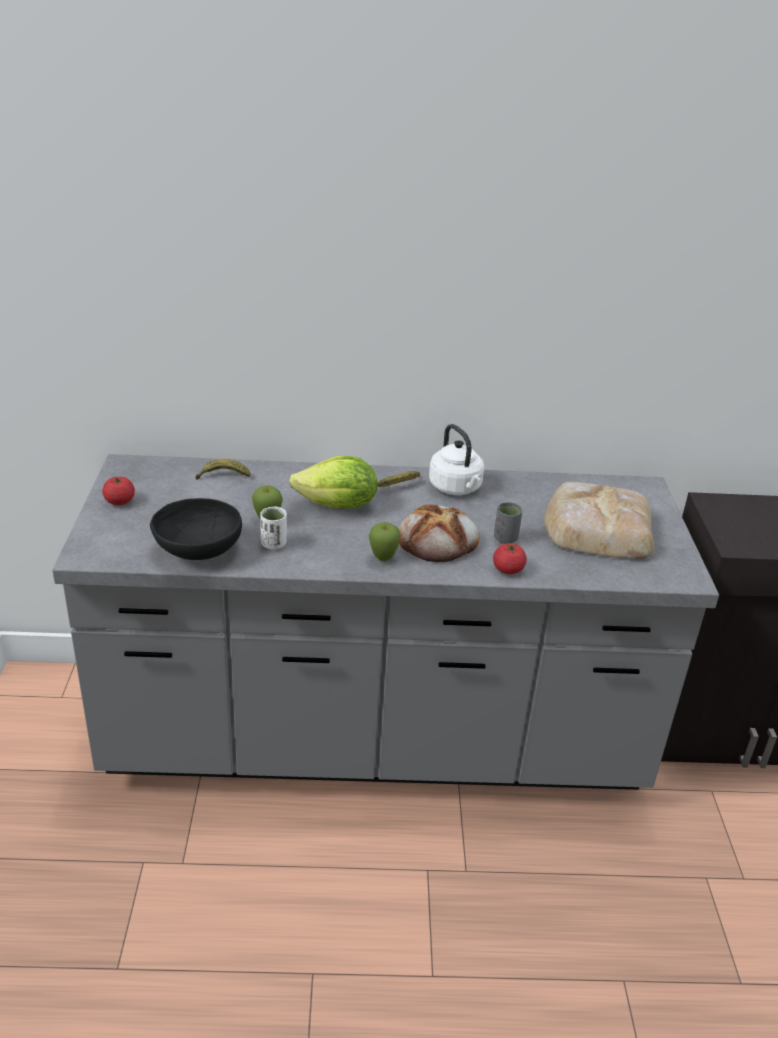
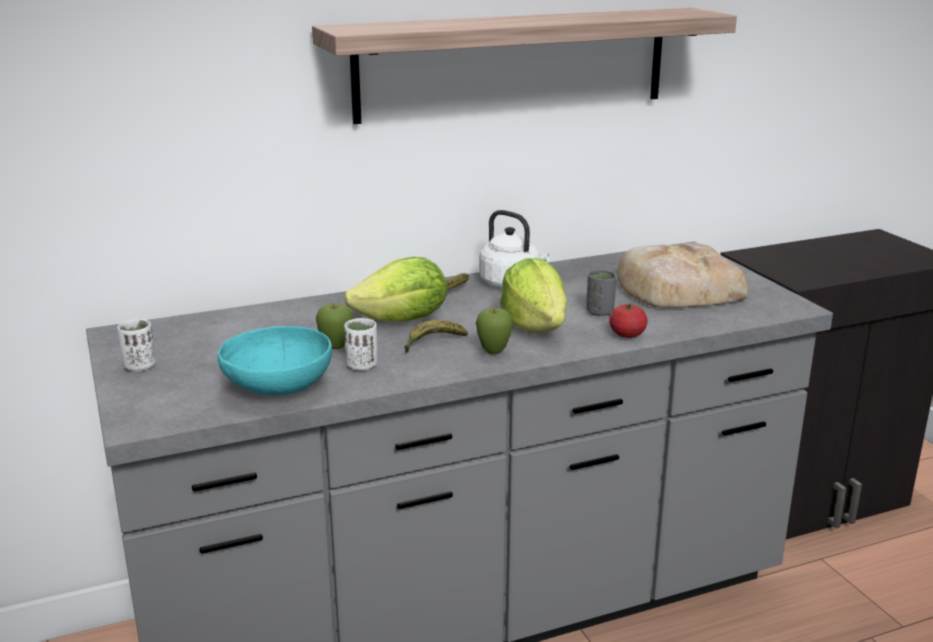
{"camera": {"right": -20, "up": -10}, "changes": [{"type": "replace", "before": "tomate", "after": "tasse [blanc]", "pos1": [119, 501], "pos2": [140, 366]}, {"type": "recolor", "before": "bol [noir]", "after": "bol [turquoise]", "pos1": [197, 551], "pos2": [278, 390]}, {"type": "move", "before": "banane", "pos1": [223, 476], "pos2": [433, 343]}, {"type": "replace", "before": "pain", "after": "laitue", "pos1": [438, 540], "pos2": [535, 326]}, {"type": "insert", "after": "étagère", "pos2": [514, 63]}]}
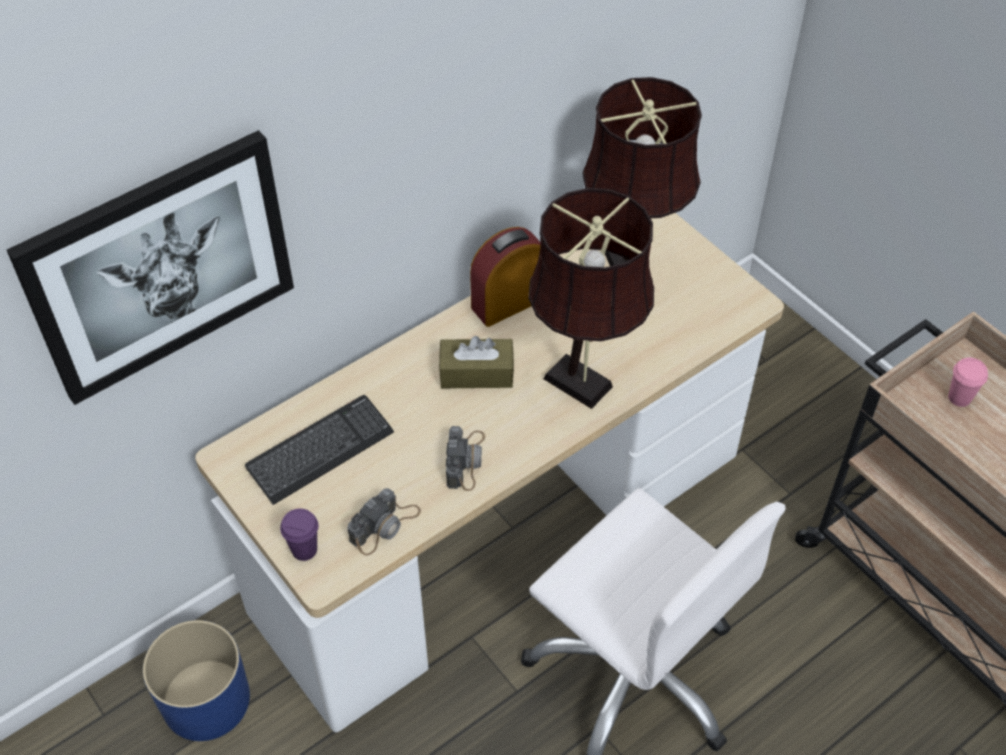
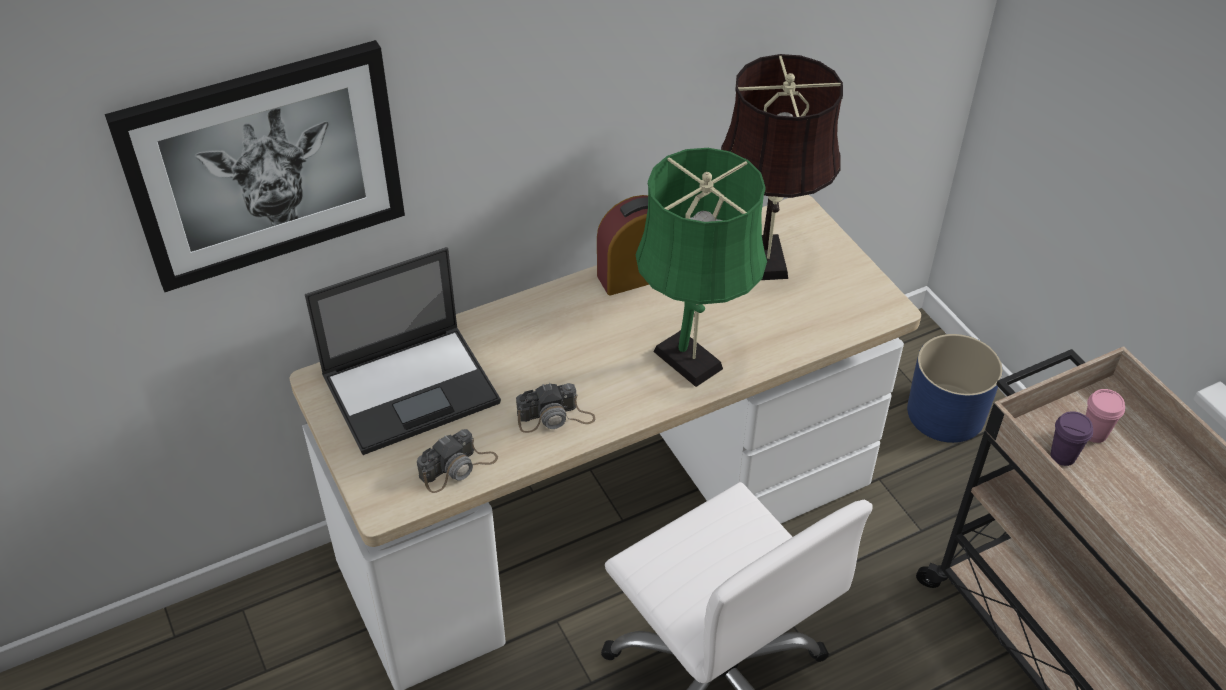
{"camera": {"right": 10, "up": -5}, "changes": [{"type": "move", "before": "cache-pot [bleu]", "pos1": [206, 699], "pos2": [946, 412]}, {"type": "replace", "before": "clavier", "after": "ordinateur portable", "pos1": [320, 451], "pos2": [412, 388]}, {"type": "move", "before": "tasse [violet]", "pos1": [304, 550], "pos2": [1063, 456]}, {"type": "delete", "before": "boîte à mouchoirs [marron]", "pos1": [476, 373]}, {"type": "rotate", "before": "appareil photo", "pos1": [465, 460], "pos2": [555, 417], "turn": 60}, {"type": "recolor", "before": "lampe de table [marron]", "after": "lampe de table [vert]", "pos1": [583, 386], "pos2": [692, 364]}]}
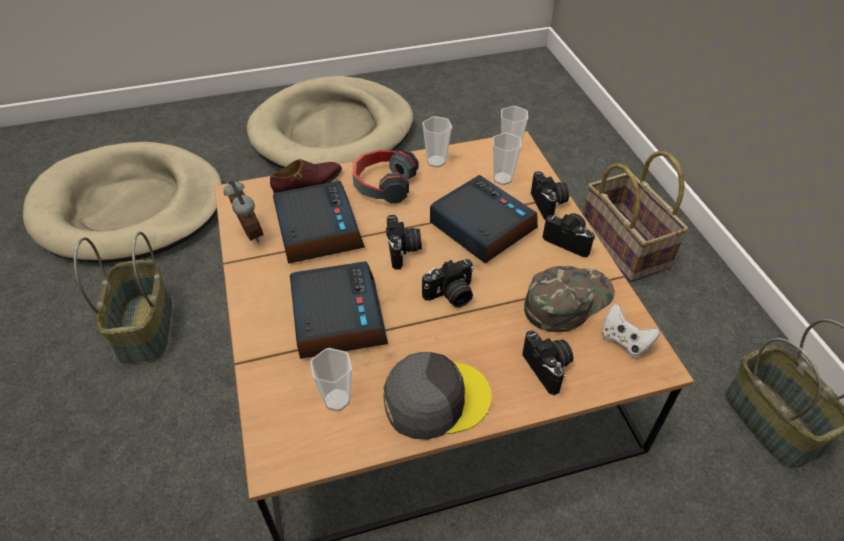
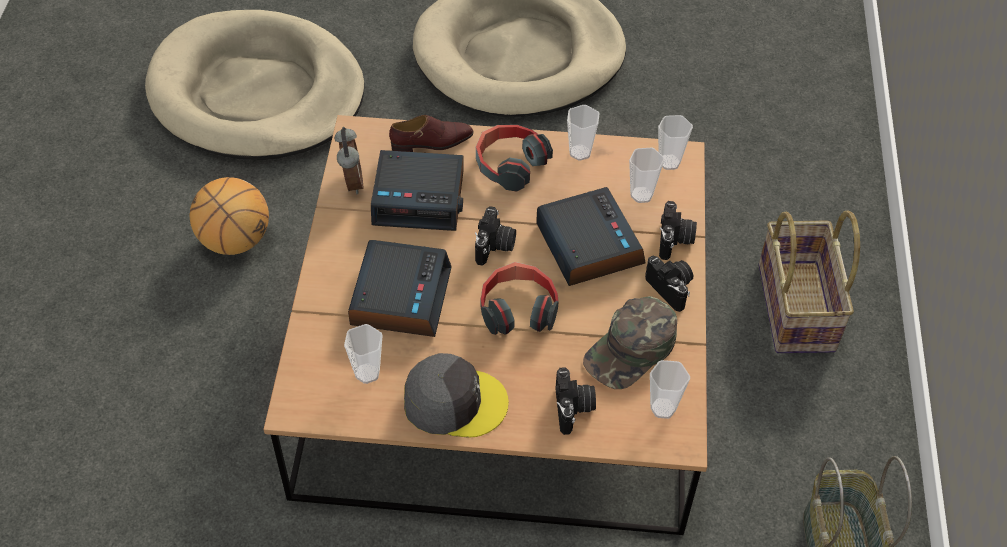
{"camera": {"right": 20, "up": 5}, "changes": [{"type": "replace", "before": "panier", "after": "ballon de basket", "pos1": [147, 328], "pos2": [235, 241]}, {"type": "rotate", "before": "réveil", "pos1": [317, 230], "pos2": [419, 197], "turn": 90}, {"type": "replace", "before": "appareil photo", "after": "casque audio", "pos1": [451, 295], "pos2": [518, 308]}, {"type": "rotate", "before": "casquette [vert]", "pos1": [567, 300], "pos2": [631, 350], "turn": 150}, {"type": "replace", "before": "manette [blanc]", "after": "tasse", "pos1": [624, 341], "pos2": [663, 408]}]}
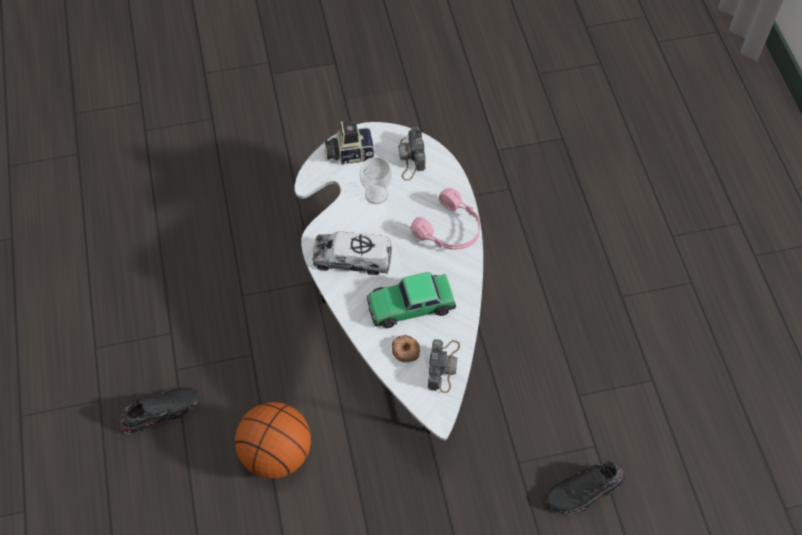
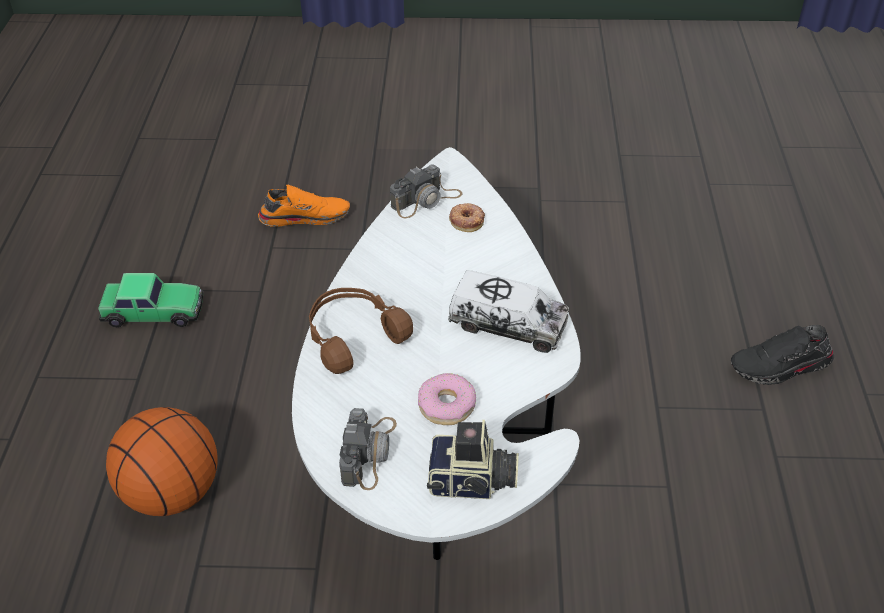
{"camera": {"right": -165, "up": -15}, "changes": [{"type": "move", "before": "ballon de basket", "pos1": [276, 453], "pos2": [173, 493]}, {"type": "replace", "before": "tasse", "after": "beignet", "pos1": [376, 195], "pos2": [446, 405]}, {"type": "move", "before": "petite voiture", "pos1": [410, 305], "pos2": [154, 311]}, {"type": "recolor", "before": "casque audio [rose]", "after": "casque audio [marron]", "pos1": [450, 230], "pos2": [353, 336]}, {"type": "rotate", "before": "appareil photo", "pos1": [443, 365], "pos2": [426, 200], "turn": -150}, {"type": "recolor", "before": "chaussure [noir]", "after": "chaussure [orange]", "pos1": [584, 492], "pos2": [305, 216]}]}
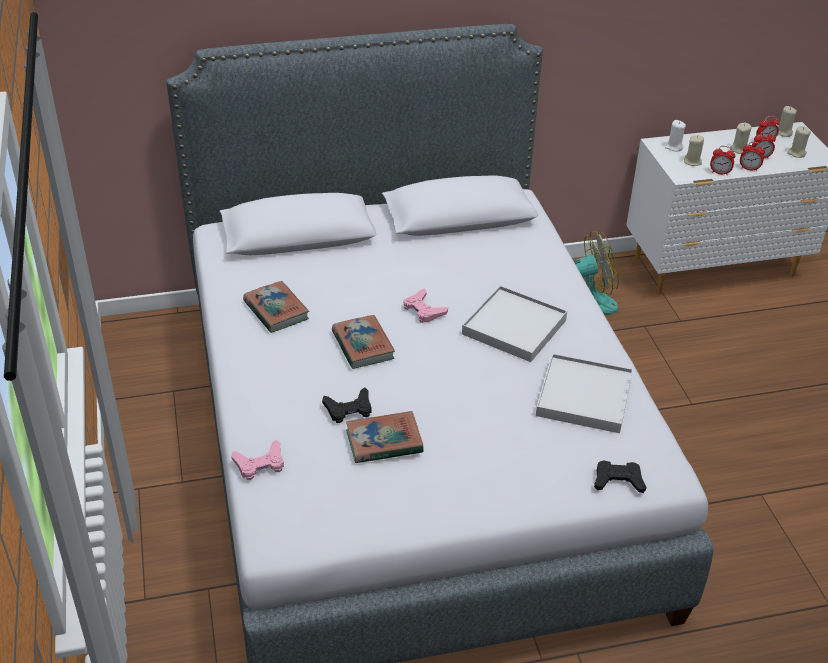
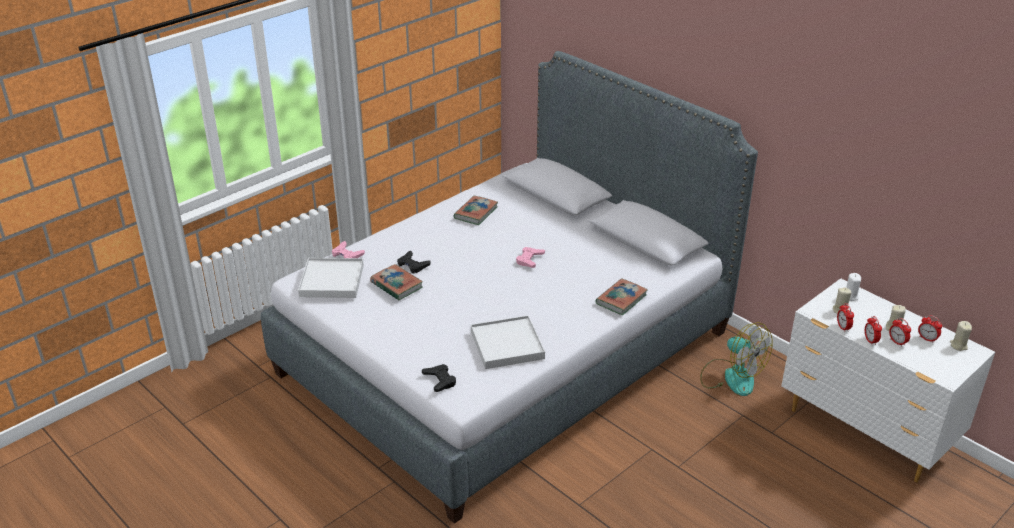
{"camera": {"right": 60, "up": -5}, "changes": [{"type": "move", "before": "livre", "pos1": [363, 345], "pos2": [621, 299]}, {"type": "move", "before": "plateau [blanc]", "pos1": [514, 327], "pos2": [332, 281]}, {"type": "delete", "before": "bougie [beige]", "pos1": [796, 153]}]}
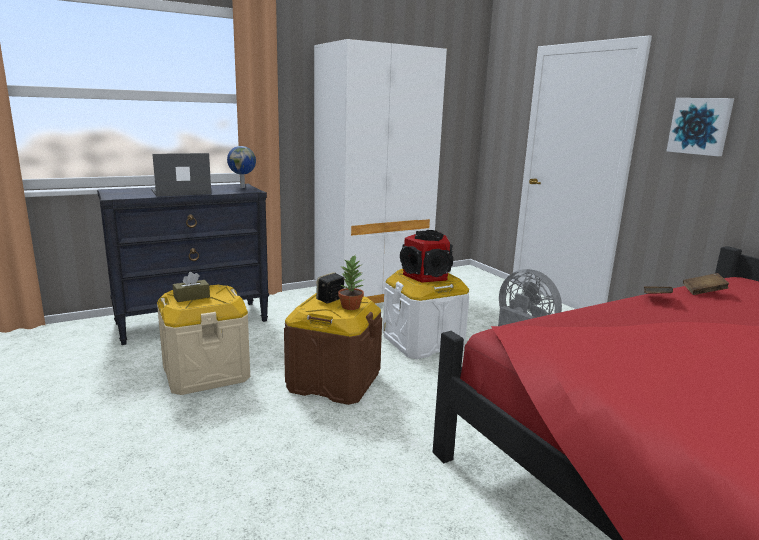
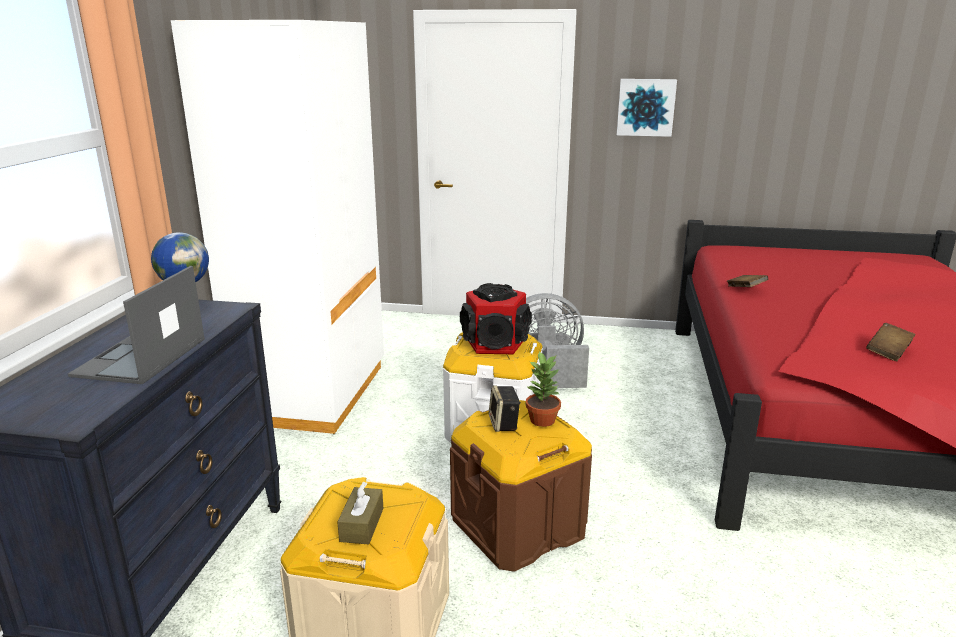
{"camera": {"right": -50, "up": 5}, "changes": [{"type": "move", "before": "livre [marron]", "pos1": [703, 292], "pos2": [888, 352]}]}
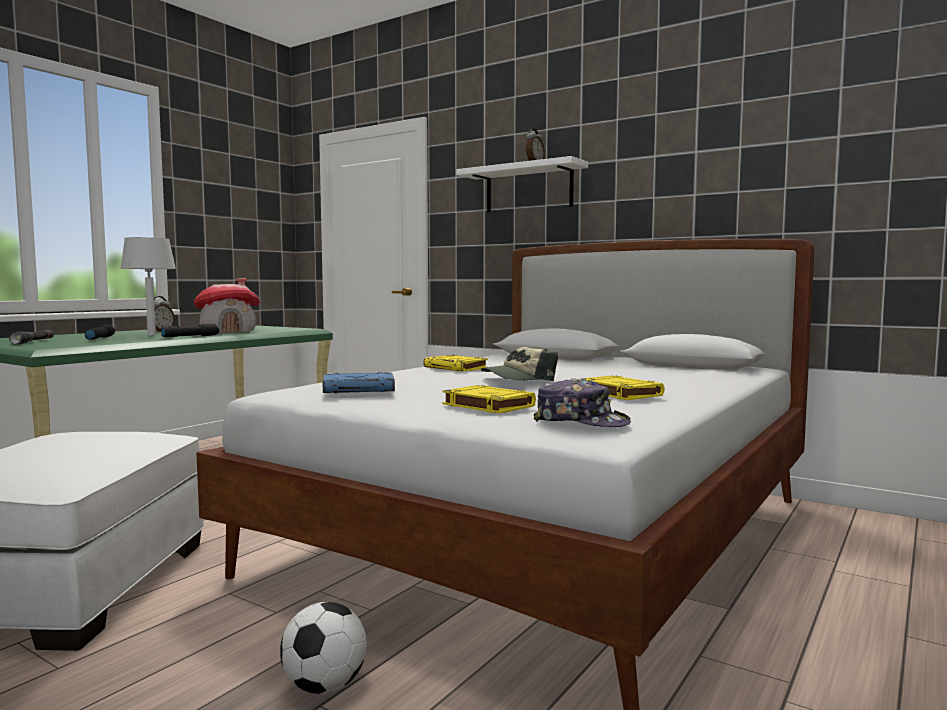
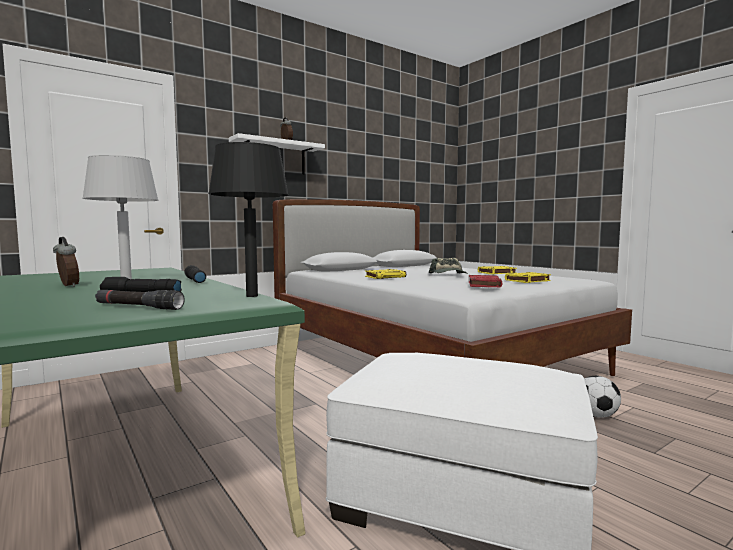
{"camera": {"right": -70, "up": 0}, "changes": [{"type": "delete", "before": "maison miniature", "pos1": [228, 332]}, {"type": "recolor", "before": "livre [bleu]", "after": "livre [rouge]", "pos1": [359, 389], "pos2": [484, 284]}, {"type": "delete", "before": "casquette", "pos1": [581, 422]}, {"type": "insert", "after": "lampe de table [noir]", "pos2": [252, 296]}]}
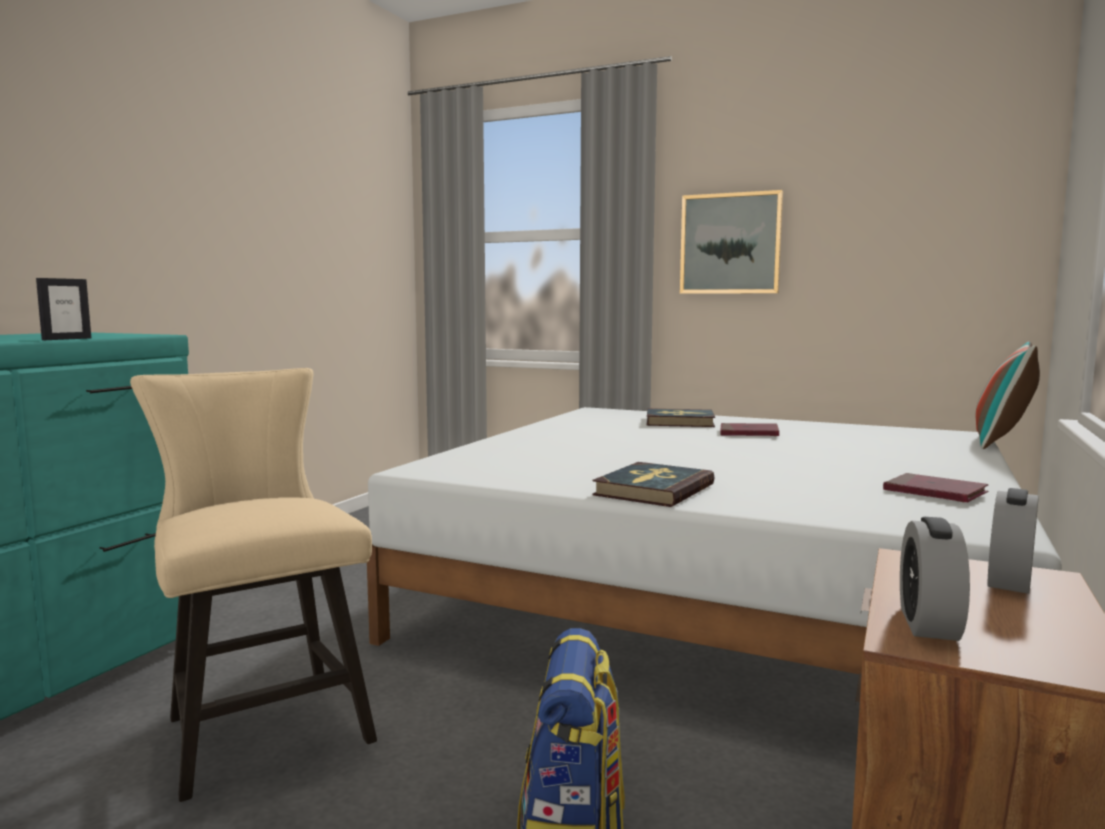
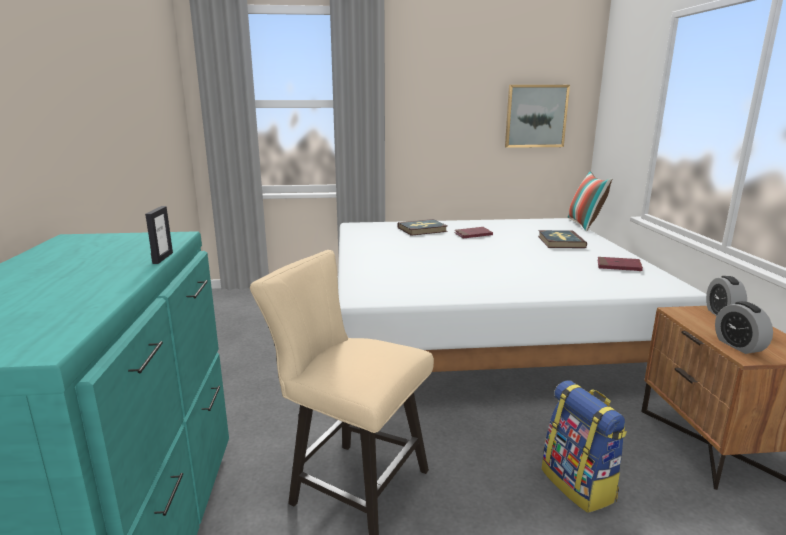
{"camera": {"right": -30, "up": 10}, "changes": [{"type": "move", "before": "livre", "pos1": [653, 490], "pos2": [560, 242]}, {"type": "move", "before": "tableau", "pos1": [730, 244], "pos2": [536, 116]}]}
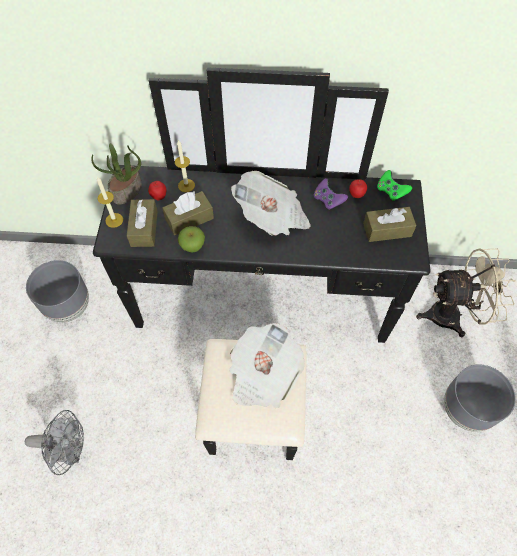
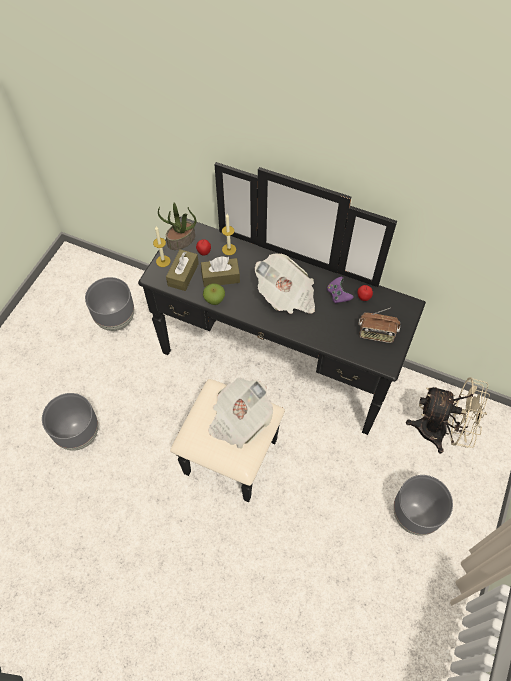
{"camera": {"right": 20, "up": 0}, "changes": [{"type": "replace", "before": "ventilateur [gris]", "after": "cache-pot [gris]", "pos1": [70, 451], "pos2": [78, 433]}, {"type": "replace", "before": "boîte à mouchoirs [marron]", "after": "radio", "pos1": [387, 230], "pos2": [376, 334]}, {"type": "delete", "before": "manette [vert]", "pos1": [391, 191]}]}
